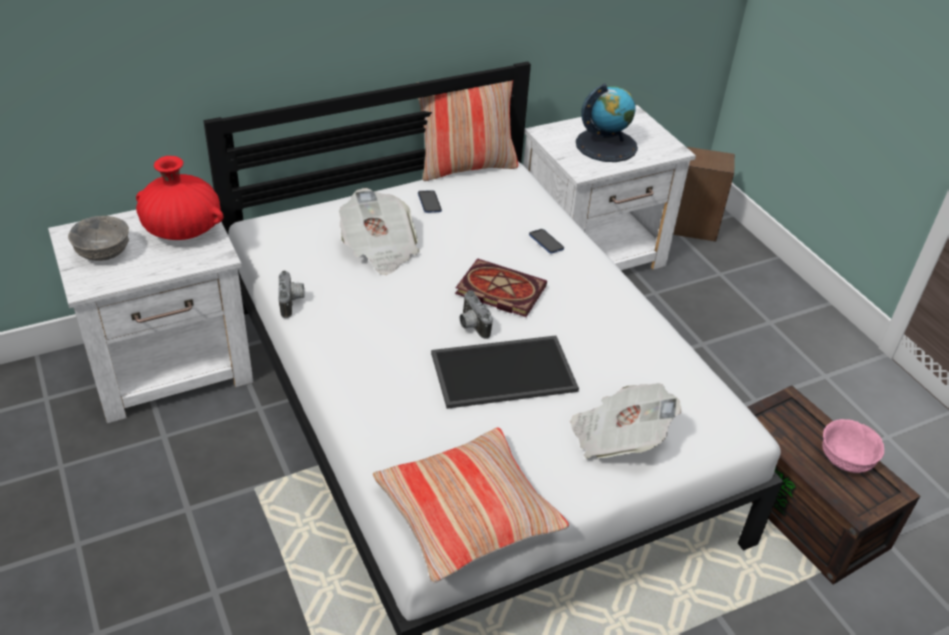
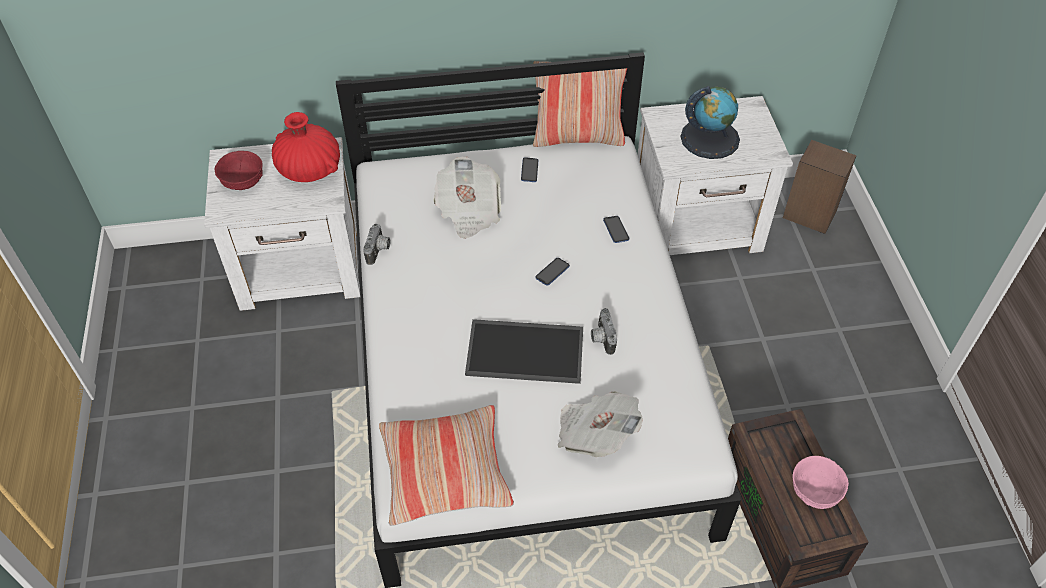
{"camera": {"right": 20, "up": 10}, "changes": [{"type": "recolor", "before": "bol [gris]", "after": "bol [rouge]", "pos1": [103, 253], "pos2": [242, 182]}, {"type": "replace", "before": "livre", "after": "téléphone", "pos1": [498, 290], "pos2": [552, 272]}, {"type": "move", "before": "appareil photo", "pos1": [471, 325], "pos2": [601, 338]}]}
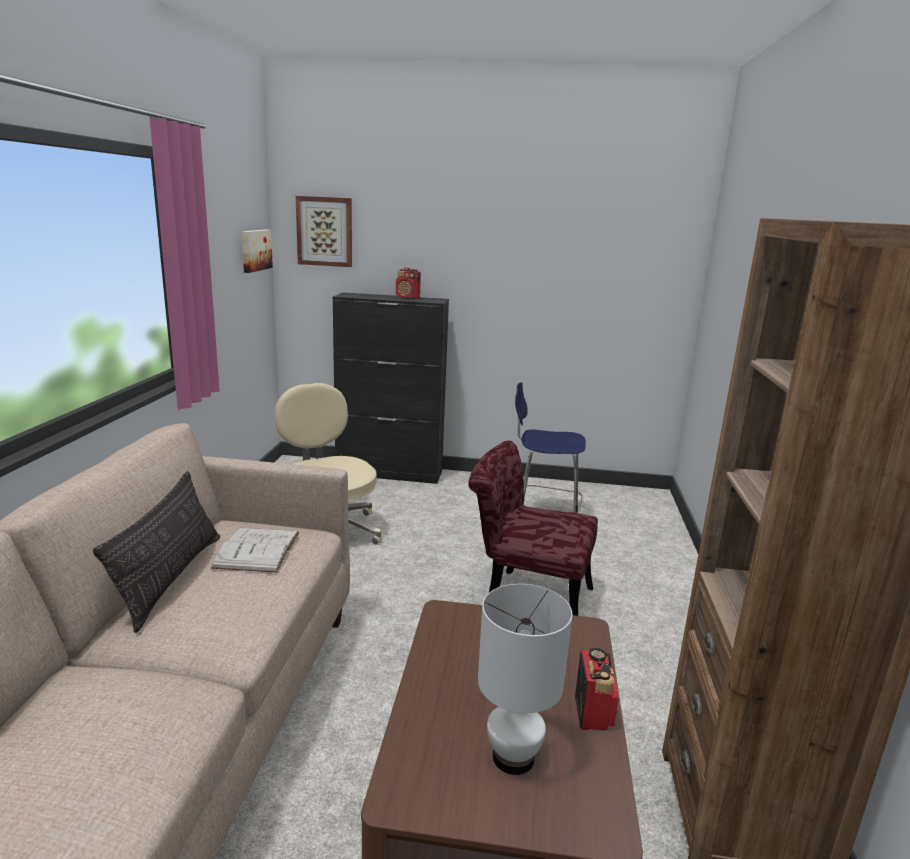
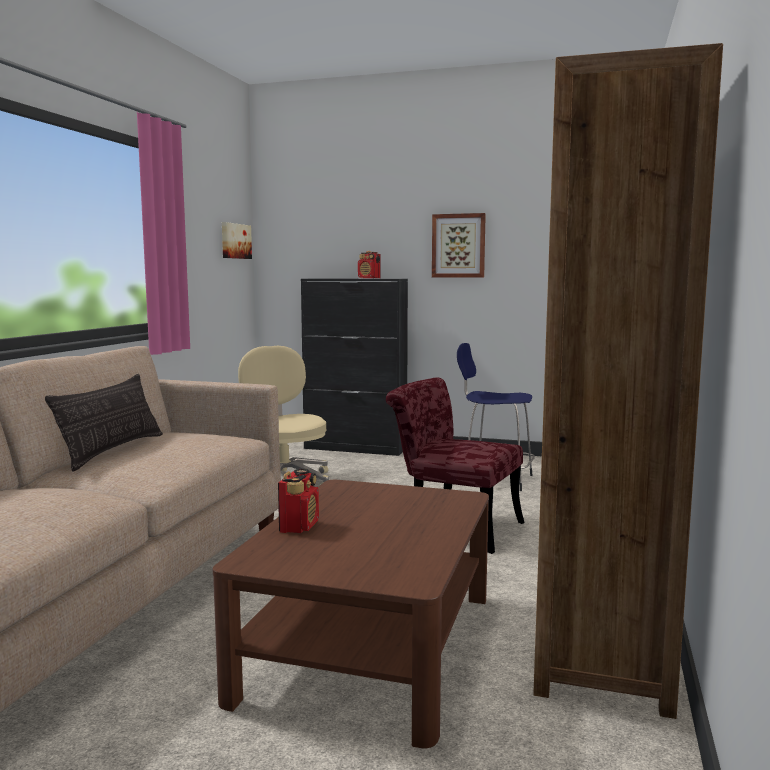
{"camera": {"right": 10, "up": -10}, "changes": [{"type": "delete", "before": "livre [blanc]", "pos1": [257, 550]}, {"type": "move", "before": "tableau", "pos1": [325, 231], "pos2": [458, 246]}, {"type": "delete", "before": "lampe de table [blanc]", "pos1": [513, 758]}, {"type": "move", "before": "radio", "pos1": [593, 713], "pos2": [299, 526]}]}
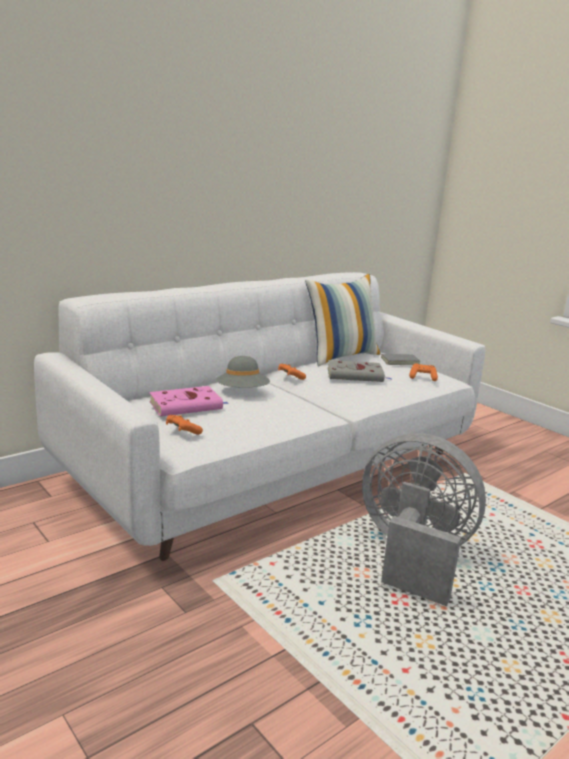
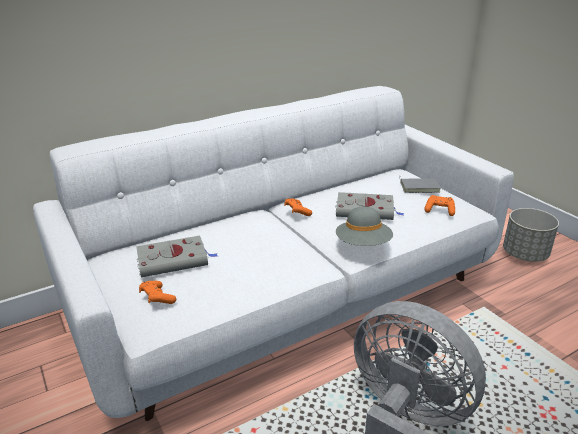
{"camera": {"right": 10, "up": 10}, "changes": [{"type": "recolor", "before": "livre [rose]", "after": "livre [gris]", "pos1": [188, 405], "pos2": [174, 260]}, {"type": "move", "before": "chapeau [gris]", "pos1": [242, 393], "pos2": [363, 244]}, {"type": "delete", "before": "coussin", "pos1": [341, 356]}, {"type": "insert", "after": "cache-pot [gris]", "pos2": [524, 254]}]}
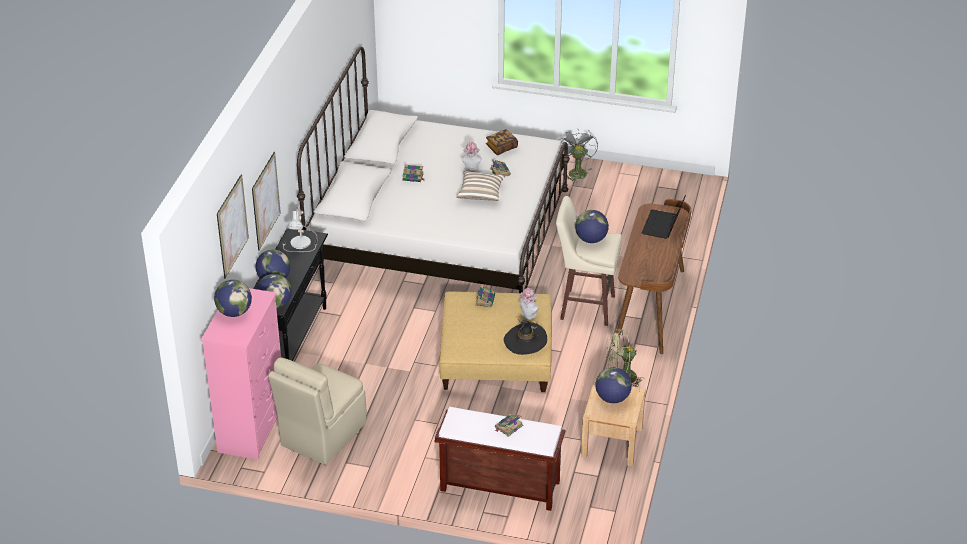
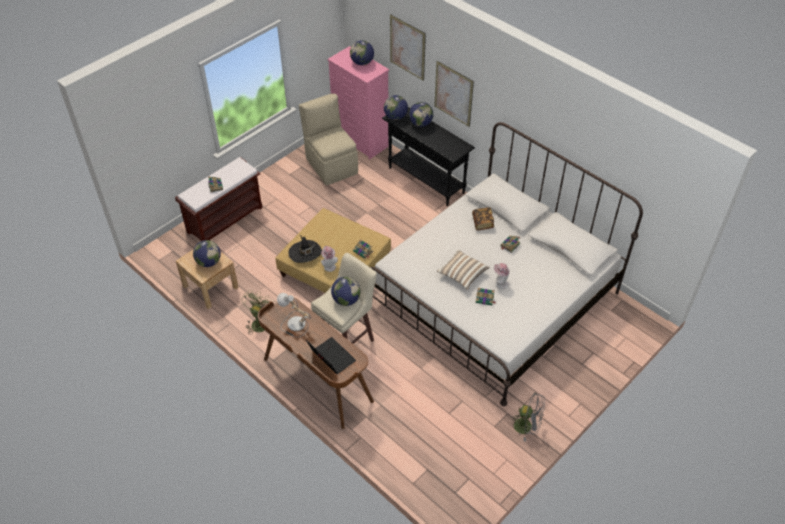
{"camera": {"right": 120, "up": 10}, "changes": [{"type": "move", "before": "lampe de table", "pos1": [302, 243], "pos2": [294, 324]}, {"type": "move", "before": "livre", "pos1": [501, 147], "pos2": [482, 223]}]}
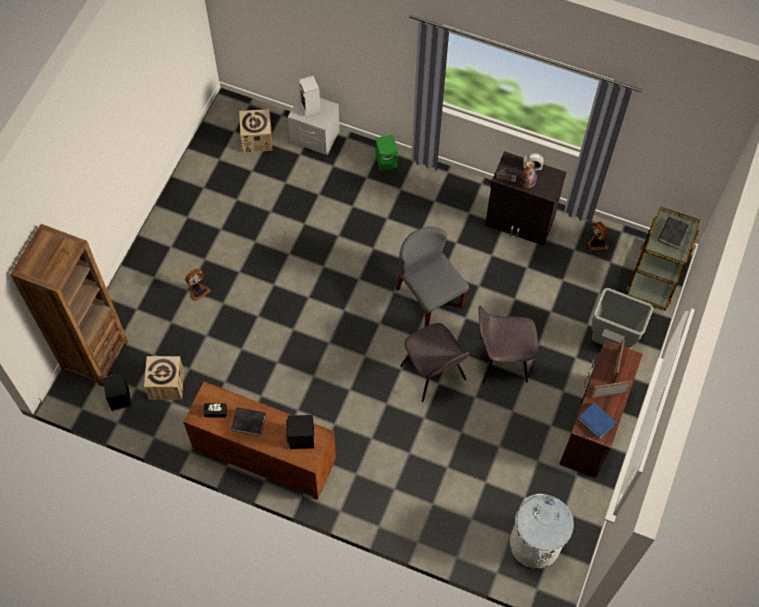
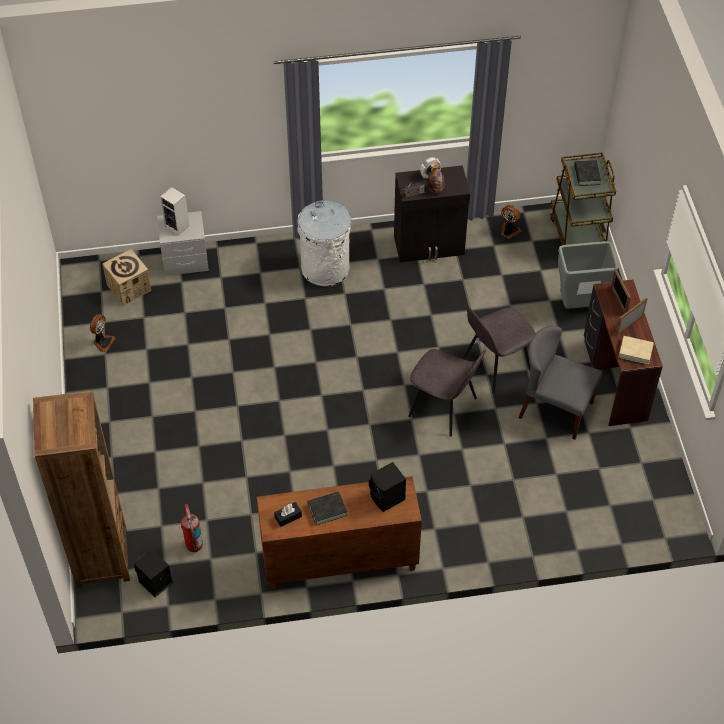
{"camera": {"right": -30, "up": -10}, "changes": [{"type": "replace", "before": "carton", "after": "extincteur", "pos1": [166, 384], "pos2": [194, 545]}, {"type": "move", "before": "ventilateur", "pos1": [198, 290], "pos2": [102, 342]}, {"type": "delete", "before": "enceinte [vert]", "pos1": [387, 161]}, {"type": "move", "before": "chaise [gris]", "pos1": [429, 297], "pos2": [555, 409]}, {"type": "move", "before": "poubelle [blanc]", "pos1": [534, 544], "pos2": [325, 268]}, {"type": "recolor", "before": "livre [bleu]", "after": "livre [beige]", "pos1": [596, 421], "pos2": [635, 351]}]}
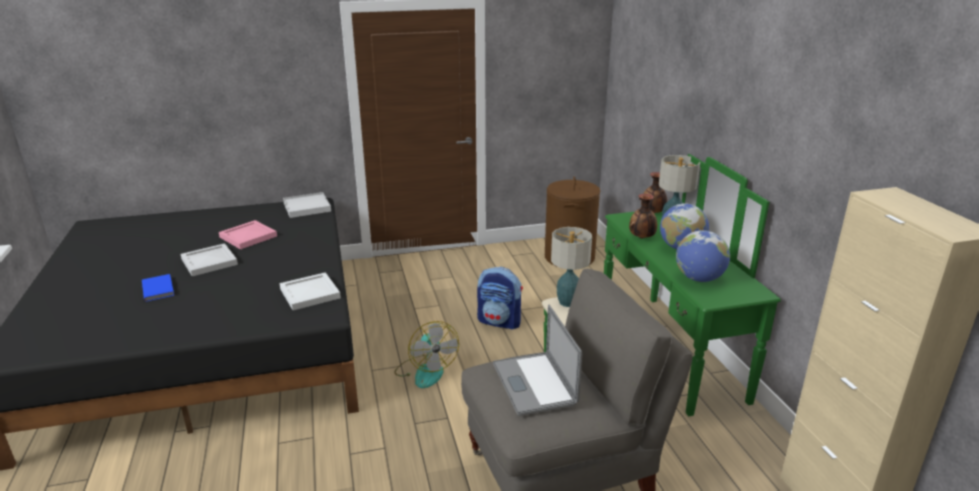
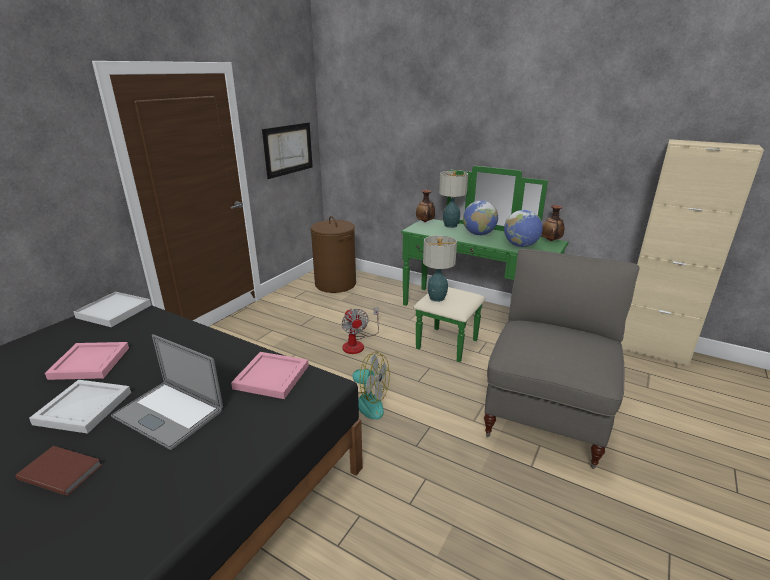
{"camera": {"right": -45, "up": 0}, "changes": [{"type": "recolor", "before": "livre [bleu]", "after": "livre [marron]", "pos1": [159, 289], "pos2": [61, 471]}, {"type": "recolor", "before": "plateau [blanc]", "after": "plateau [rose]", "pos1": [311, 293], "pos2": [273, 376]}, {"type": "replace", "before": "sac à dos", "after": "ventilateur", "pos1": [500, 321], "pos2": [357, 344]}, {"type": "move", "before": "ordinateur portable", "pos1": [534, 383], "pos2": [168, 413]}, {"type": "move", "before": "vase", "pos1": [642, 238], "pos2": [551, 240]}, {"type": "insert", "after": "tableau", "pos2": [288, 149]}]}
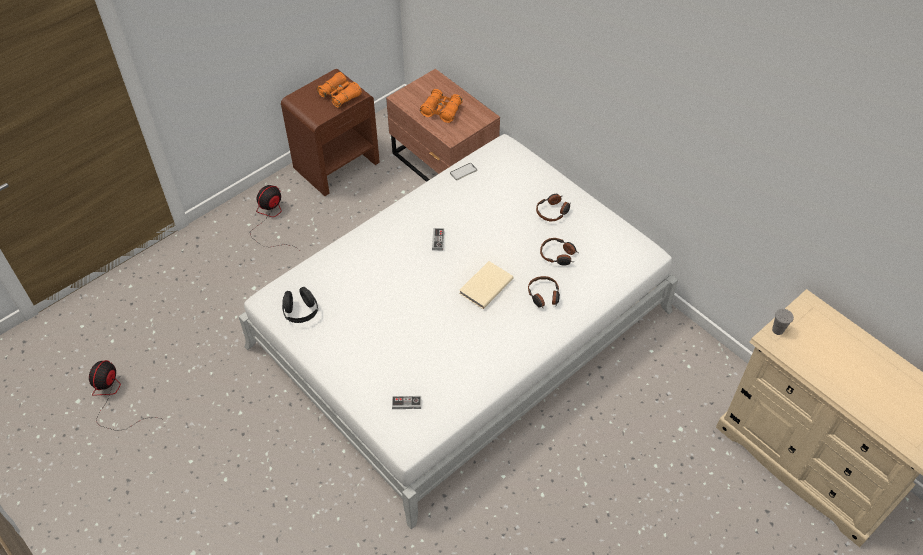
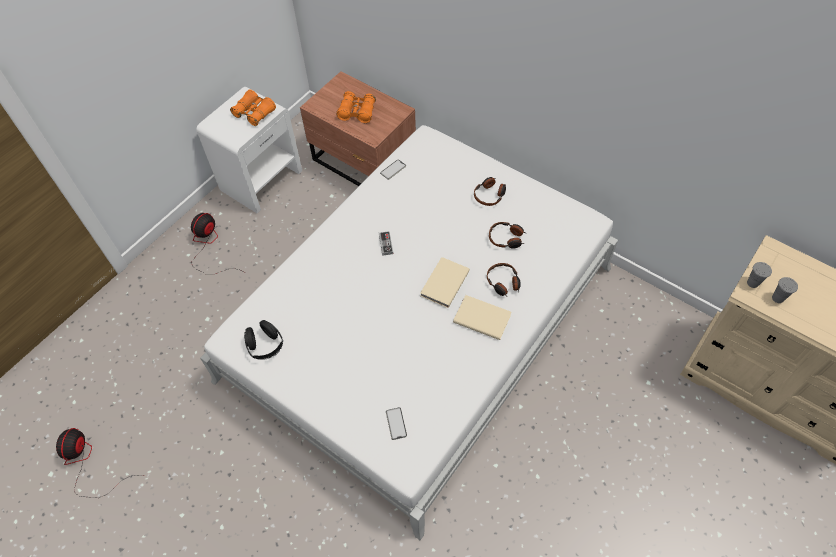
{"camera": {"right": -10, "up": 5}, "changes": [{"type": "recolor", "before": "table de chevet [marron]", "after": "table de chevet [blanc]", "pos1": [337, 164], "pos2": [261, 180]}, {"type": "replace", "before": "manette", "after": "téléphone", "pos1": [406, 403], "pos2": [396, 423]}, {"type": "insert", "after": "livre [beige]", "pos2": [481, 317]}, {"type": "insert", "after": "tasse [gris]", "pos2": [777, 298]}]}
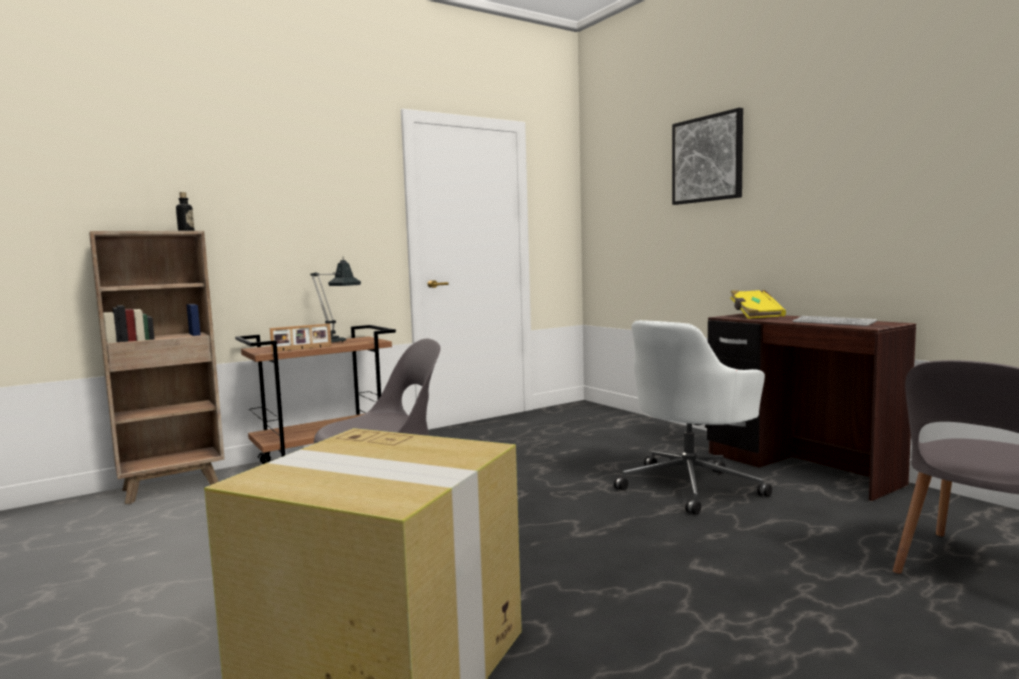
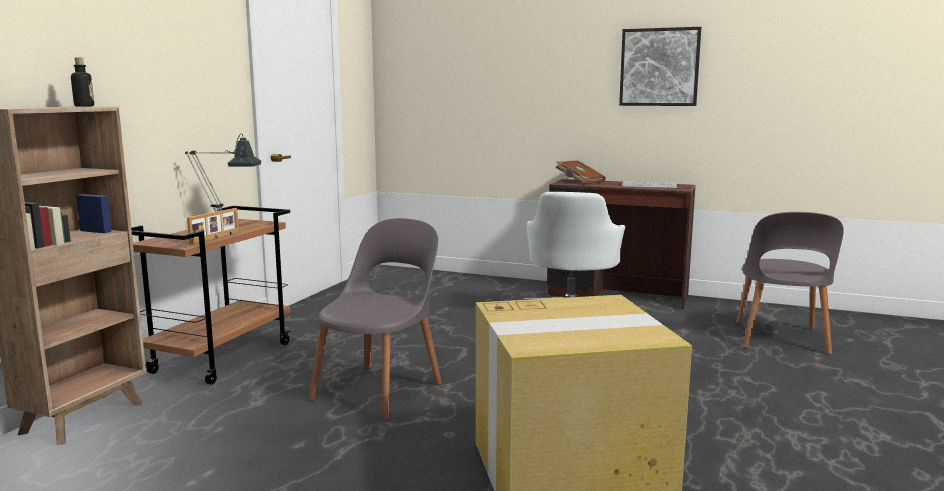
{"camera": {"right": -35, "up": 5}, "changes": [{"type": "move", "before": "tableau", "pos1": [707, 159], "pos2": [659, 67]}, {"type": "recolor", "before": "livre [jaune]", "after": "livre [marron]", "pos1": [755, 316], "pos2": [579, 181]}]}
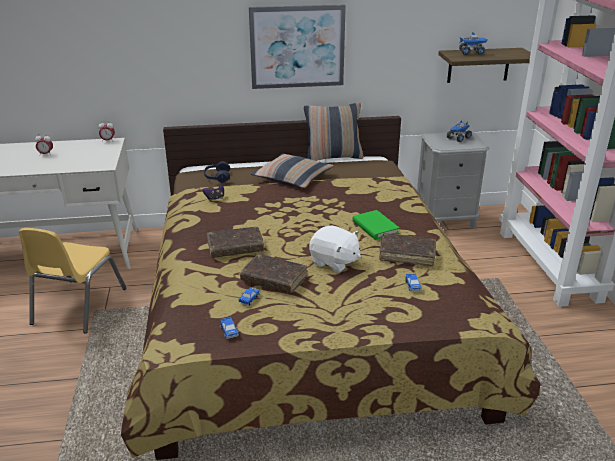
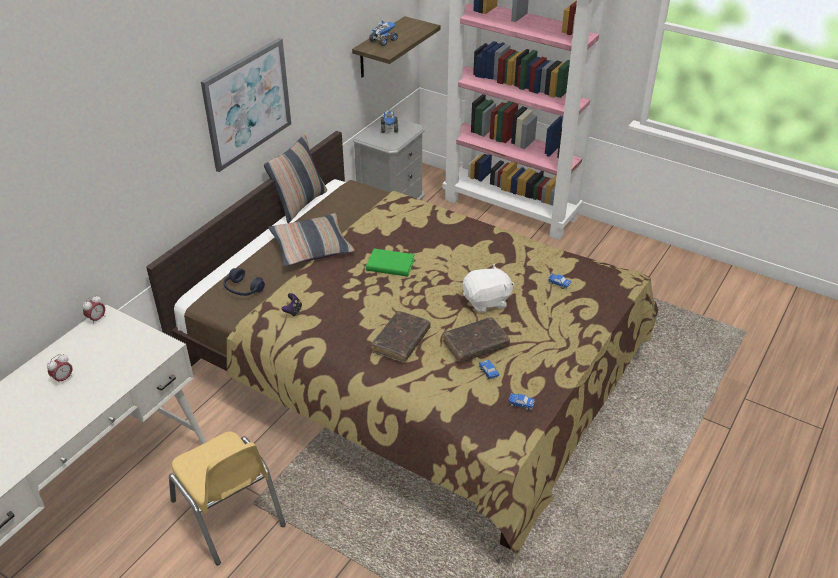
{"camera": {"right": -50, "up": 10}, "changes": [{"type": "move", "before": "livre [vert]", "pos1": [375, 227], "pos2": [390, 265]}, {"type": "delete", "before": "livre [marron]", "pos1": [407, 254]}]}
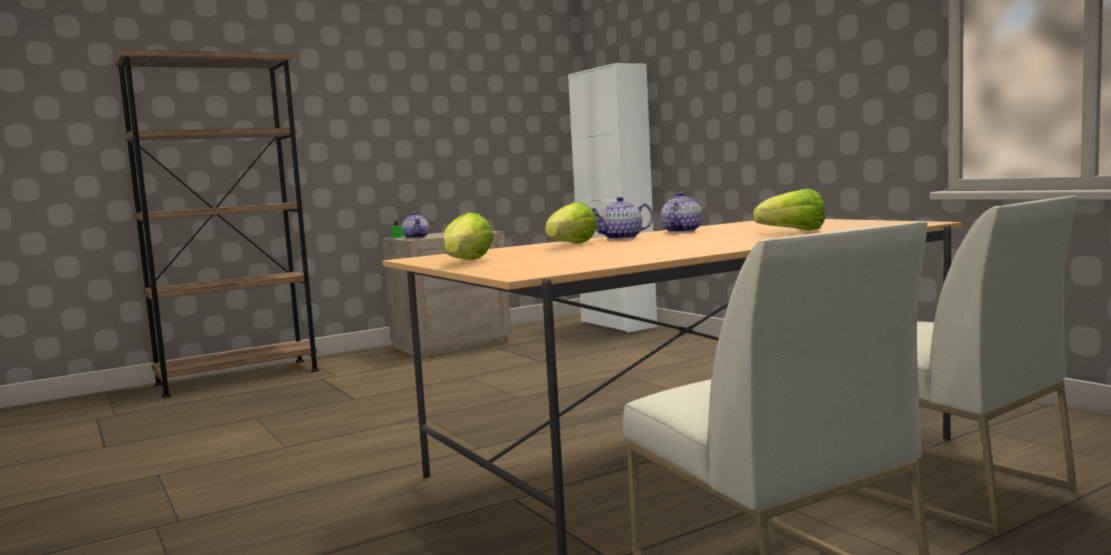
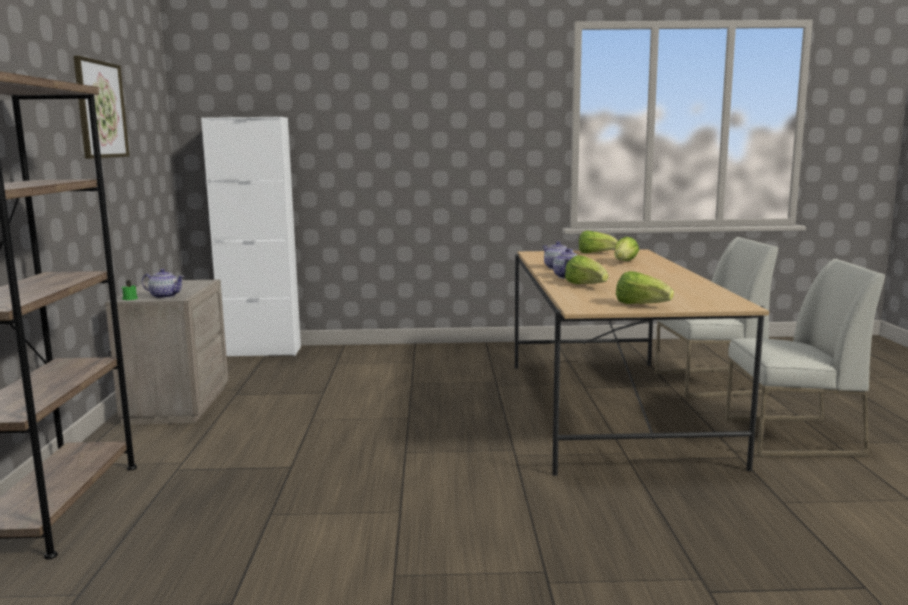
{"camera": {"right": -60, "up": 5}, "changes": [{"type": "insert", "after": "tableau", "pos2": [100, 109]}, {"type": "insert", "after": "laitue", "pos2": [595, 253]}]}
